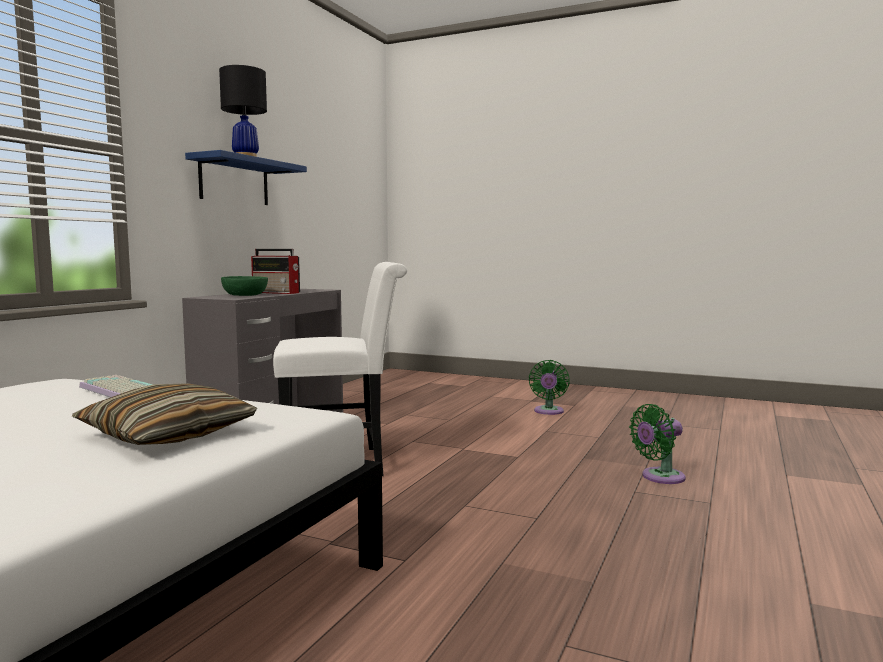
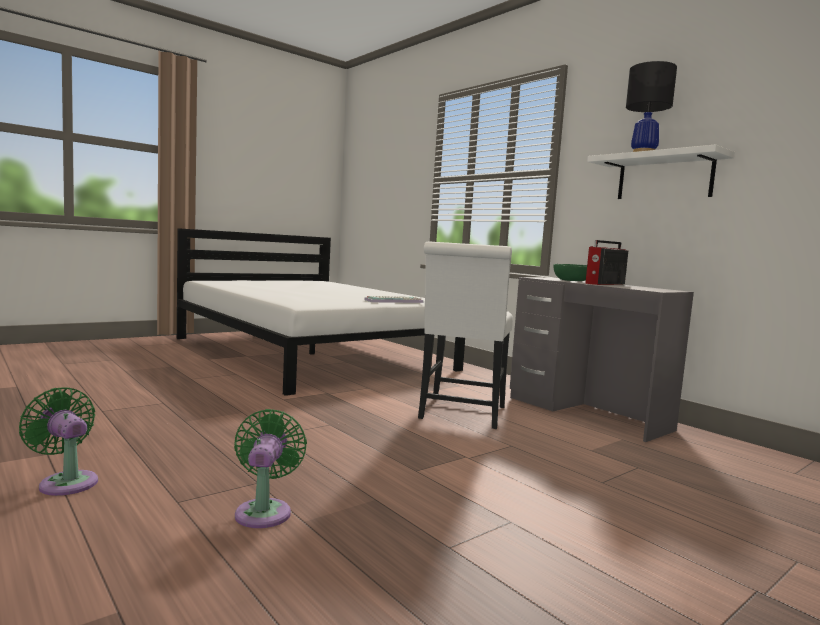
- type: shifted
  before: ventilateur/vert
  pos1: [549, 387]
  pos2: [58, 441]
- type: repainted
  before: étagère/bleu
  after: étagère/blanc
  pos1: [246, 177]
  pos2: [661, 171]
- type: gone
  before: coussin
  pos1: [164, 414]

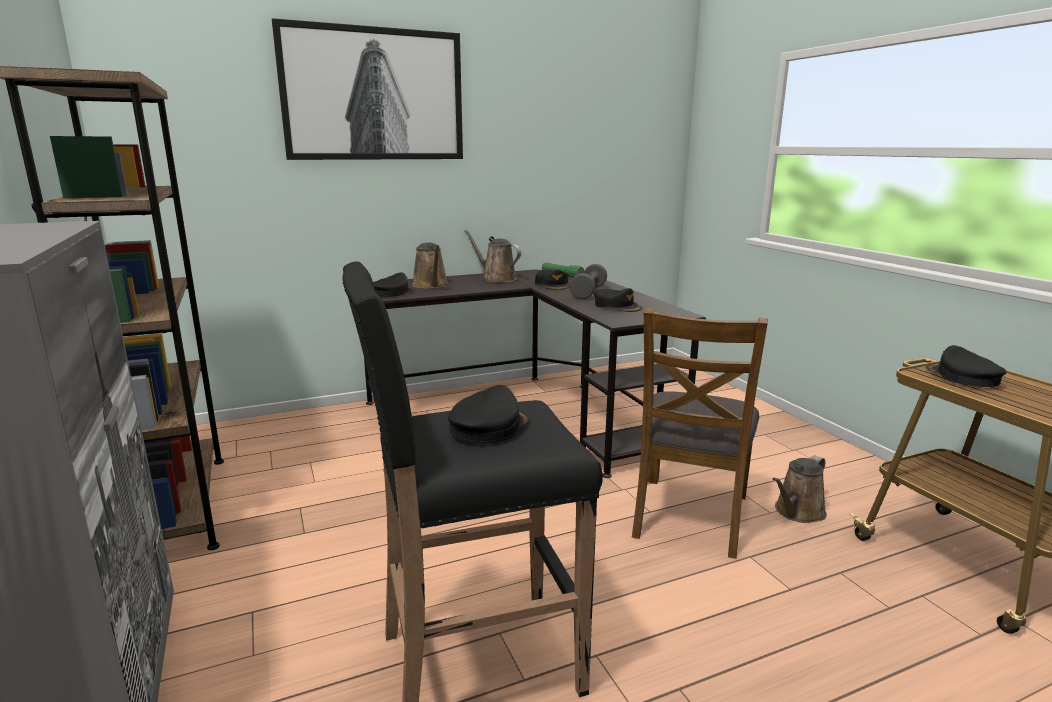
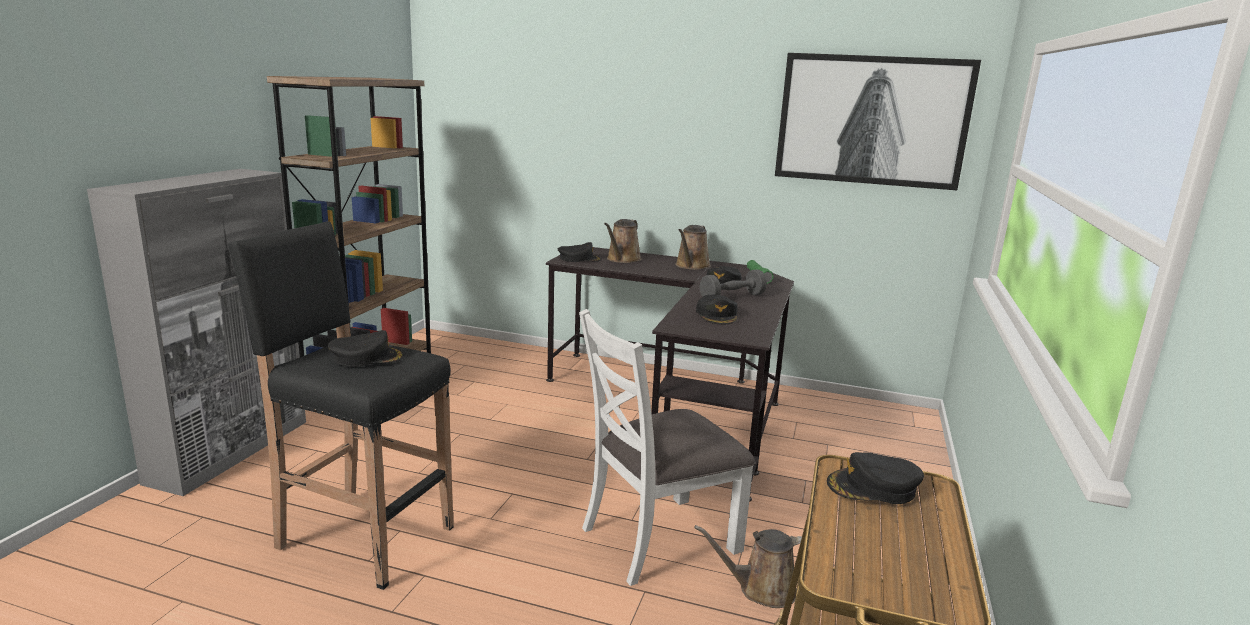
- type: repainted
  before: chaise/marron
  after: chaise/blanc
  pos1: [700, 433]
  pos2: [667, 447]
- type: rotated
  before: arrosoir/marron
  pos1: [492, 255]
  pos2: [693, 247]
  turn: -150
- type: shifted
  before: tableau
  pos1: [367, 89]
  pos2: [878, 121]
- type: rotated
  before: casquette/noir
  pos1: [966, 366]
  pos2: [875, 478]
  turn: -120

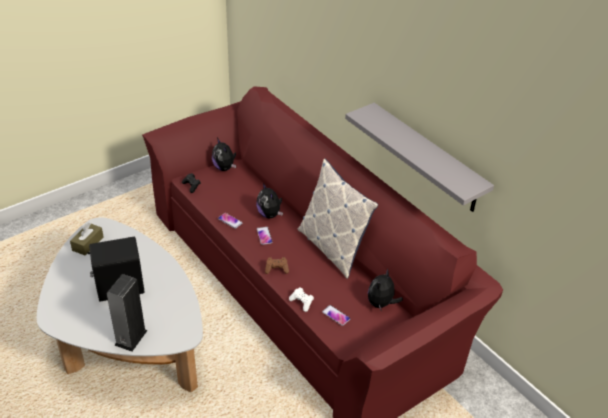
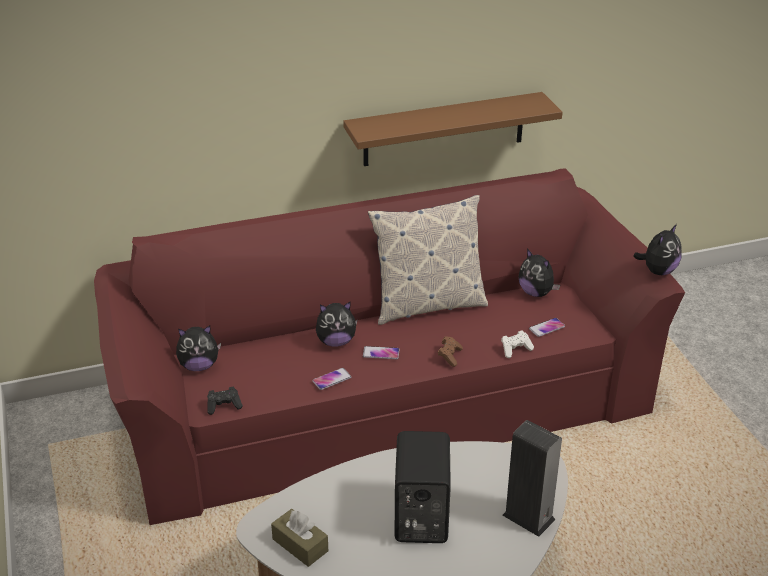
- type: repainted
  before: étagère/gris
  after: étagère/marron
  pos1: [419, 157]
  pos2: [453, 129]
- type: new
  after: peluche
  pos2: [657, 249]

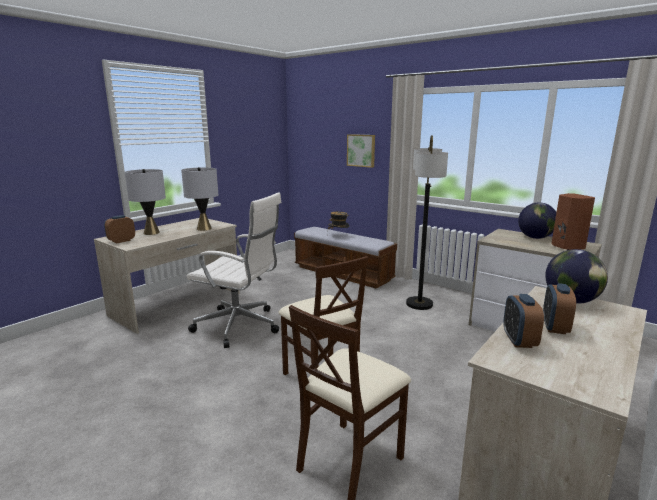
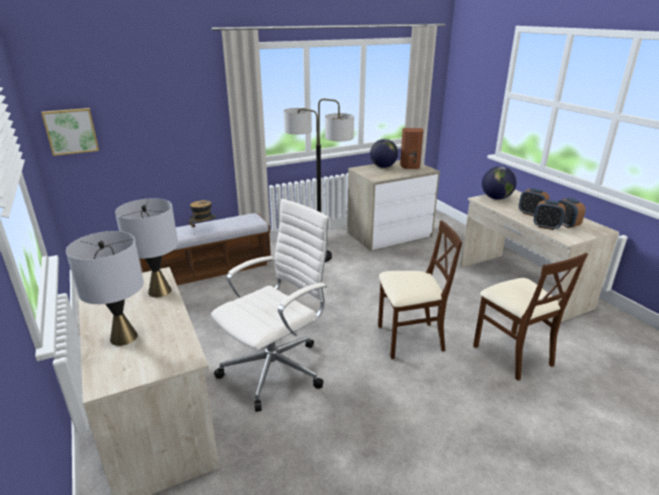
- type: shifted
  before: tableau
  pos1: [361, 151]
  pos2: [70, 132]
- type: shifted
  before: réveil
  pos1: [119, 229]
  pos2: [571, 212]

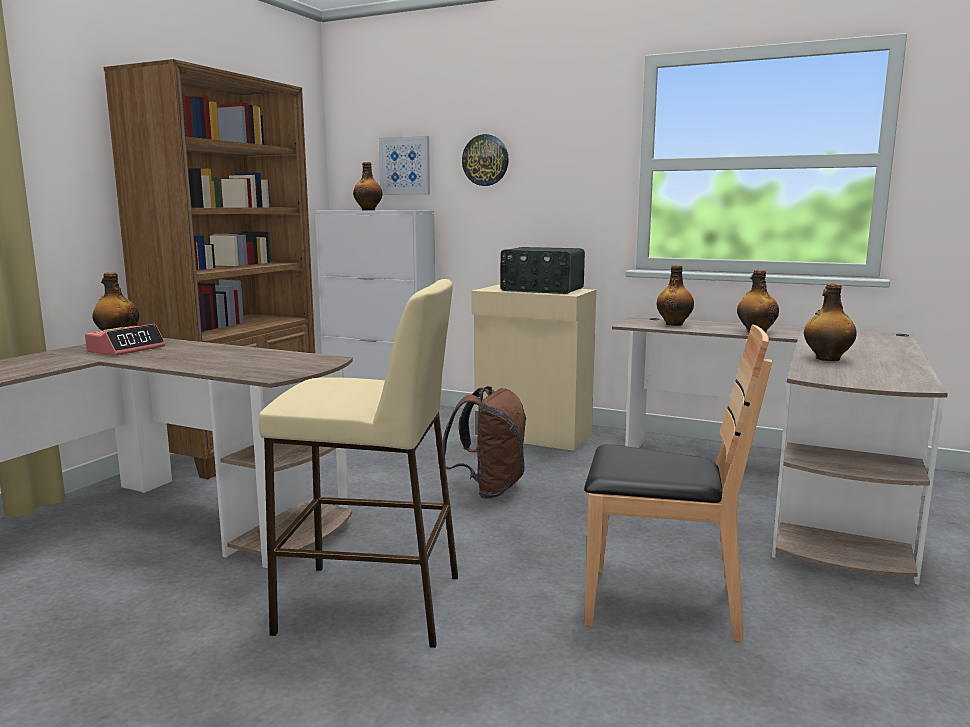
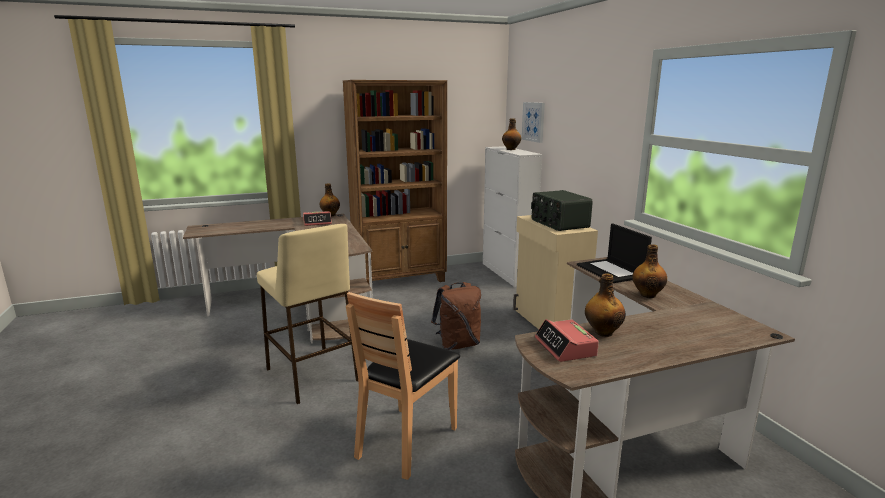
- type: rotated
  before: chaise/marron
  pos1: [678, 483]
  pos2: [403, 386]
  turn: 60
- type: new
  after: réveil
  pos2: [567, 340]
- type: swapped
  before: bouteille
  after: ordinateur portable
  pos1: [675, 295]
  pos2: [614, 253]
- type: gone
  before: horloge murale
  pos1: [485, 160]

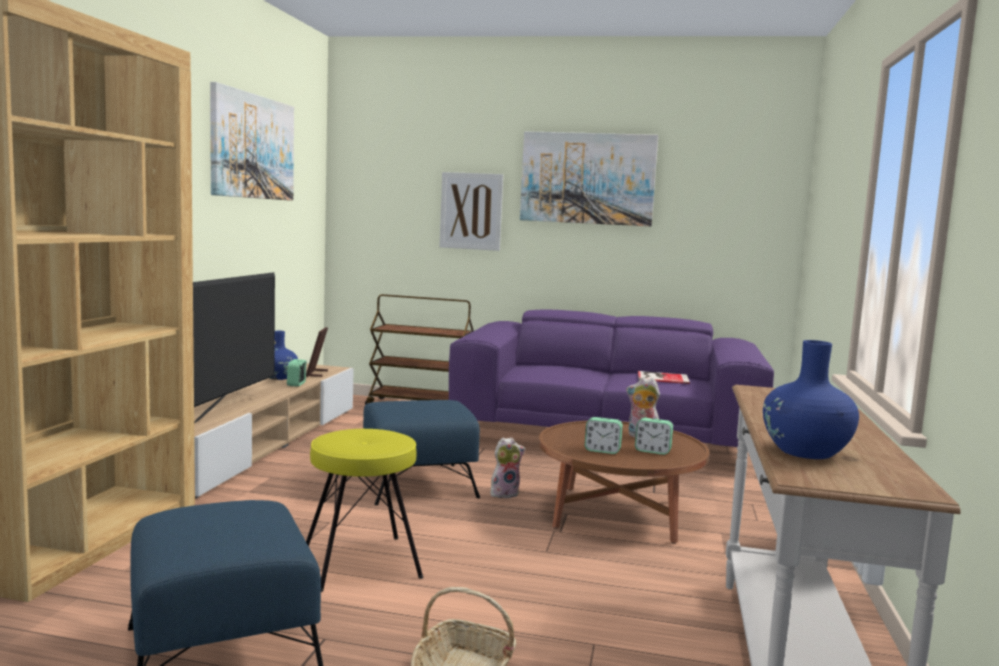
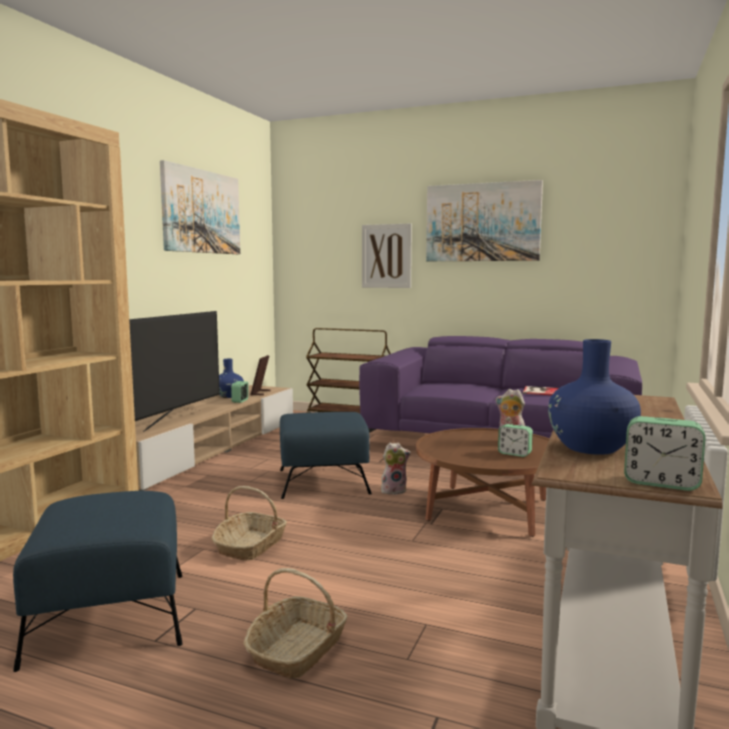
- type: swapped
  before: tabouret/jaune
  after: panier
  pos1: [364, 510]
  pos2: [249, 523]
- type: shifted
  before: réveil
  pos1: [604, 435]
  pos2: [664, 453]

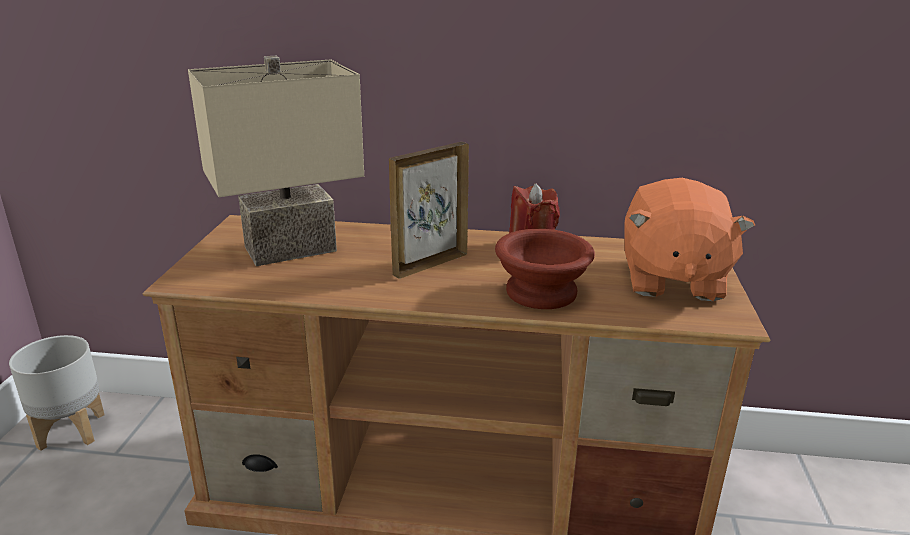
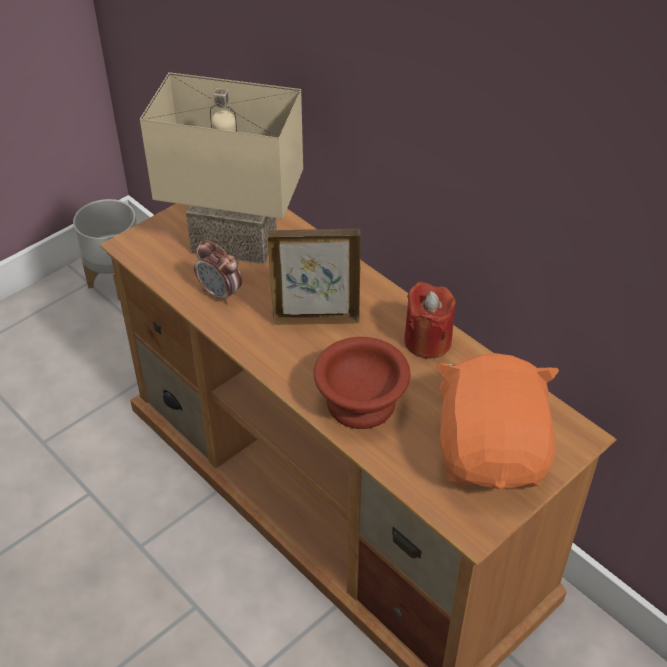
- type: new
  after: réveil
  pos2: [218, 272]
- type: rotated
  before: peluche/orange
  pos1: [690, 239]
  pos2: [497, 421]
  turn: 135

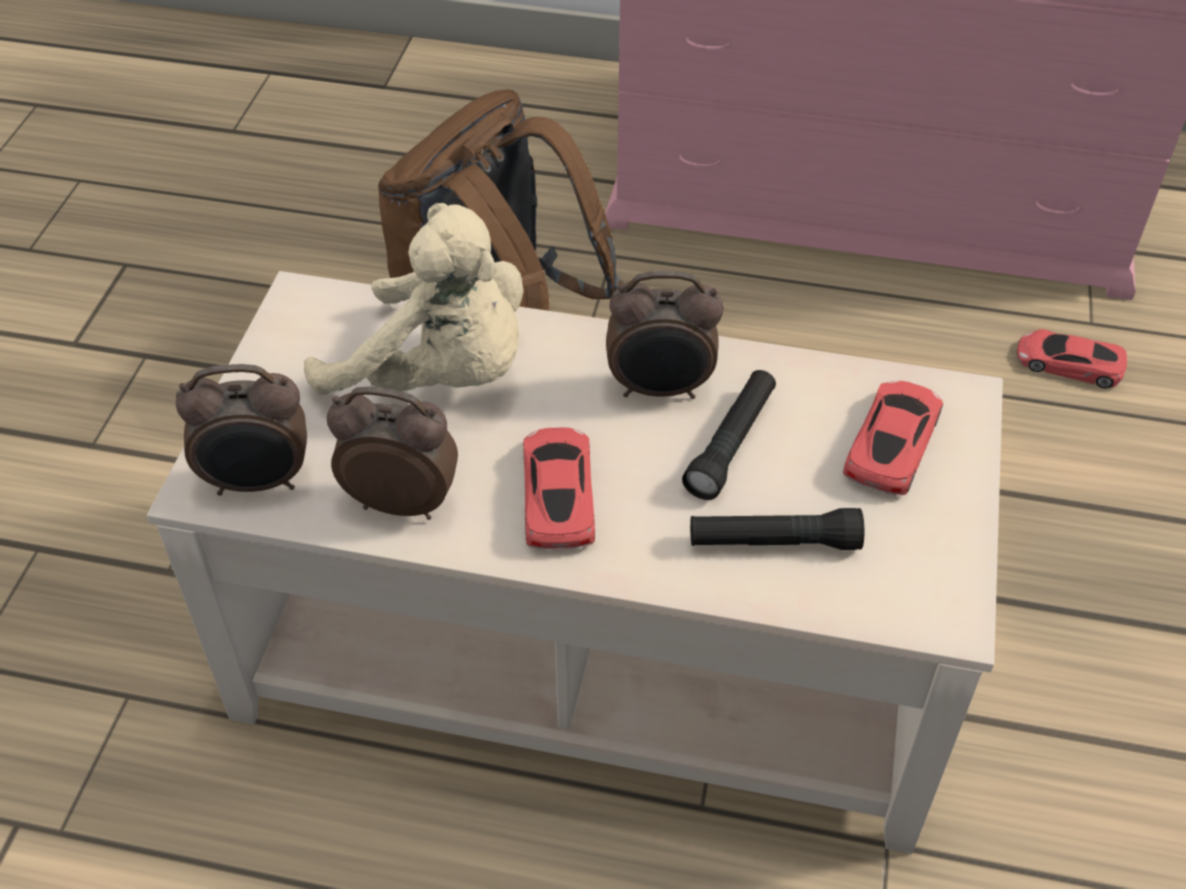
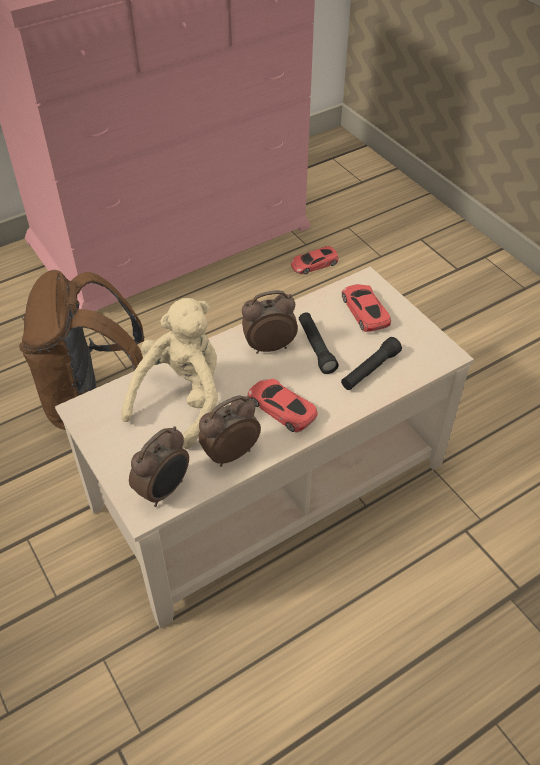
- type: rotated
  before: peluche/beige
  pos1: [414, 299]
  pos2: [170, 373]
  turn: -45
- type: rotated
  before: réveil
  pos1: [665, 335]
  pos2: [270, 322]
  turn: -150

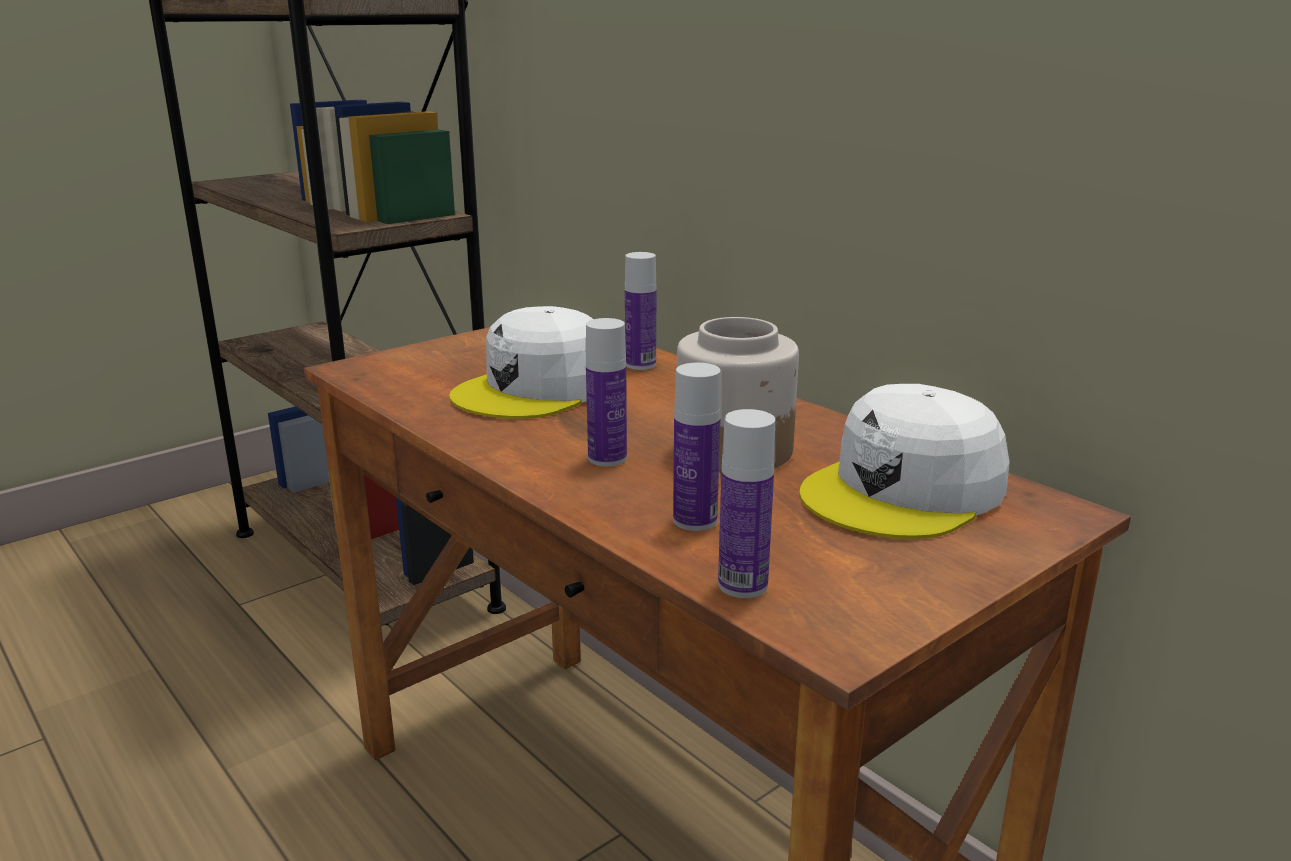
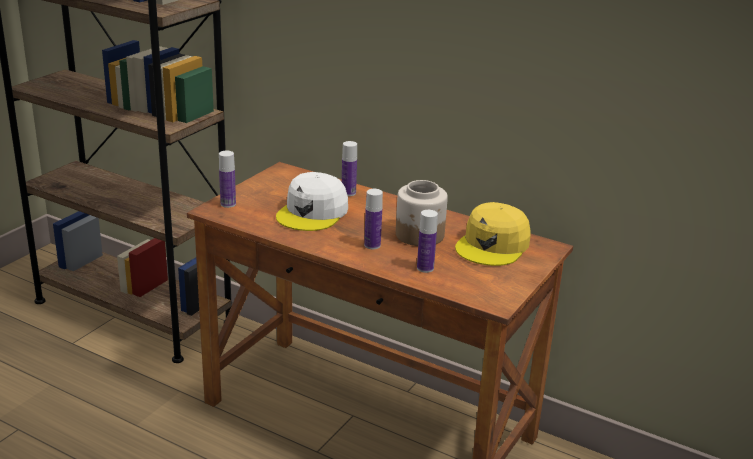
- type: shifted
  before: bouteille
  pos1: [746, 503]
  pos2: [227, 179]
- type: repainted
  before: casquette/blanc
  after: casquette/jaune
  pos1: [904, 461]
  pos2: [493, 234]

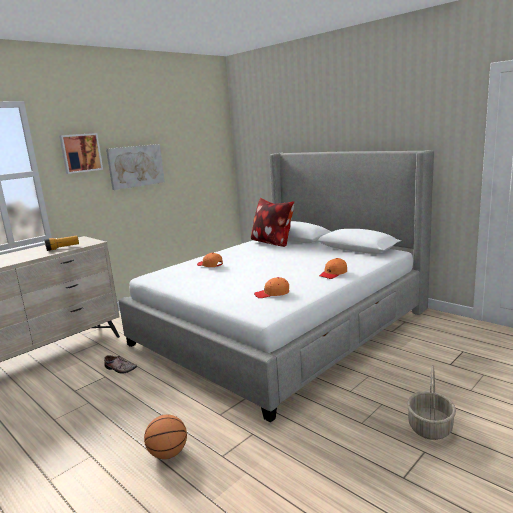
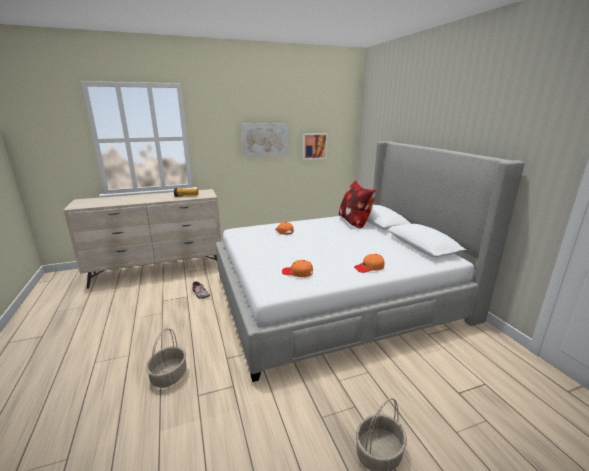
- type: swapped
  before: ballon de basket
  after: panier
  pos1: [165, 437]
  pos2: [166, 358]
- type: shifted
  before: tableau
  pos1: [81, 153]
  pos2: [315, 146]

